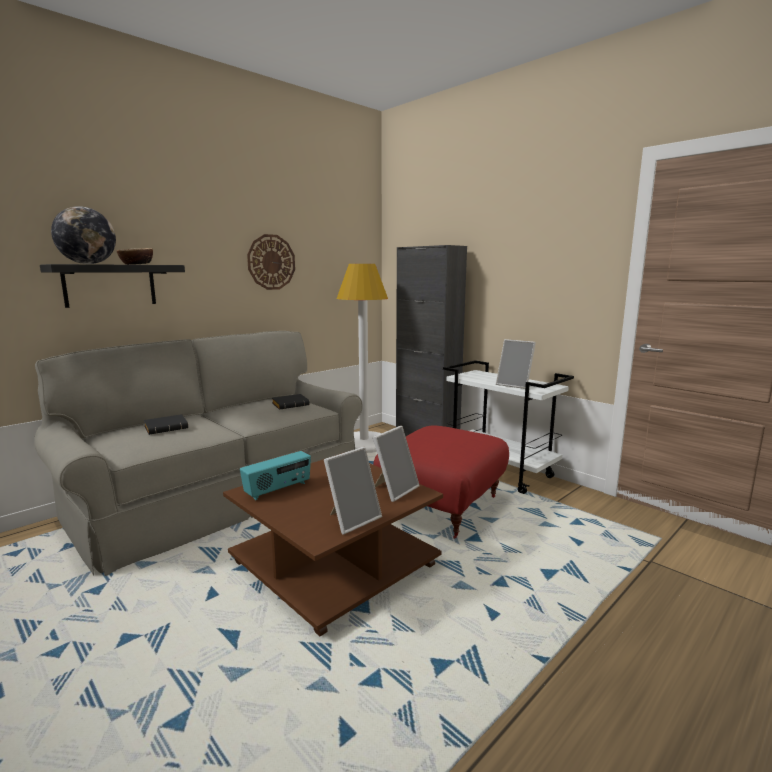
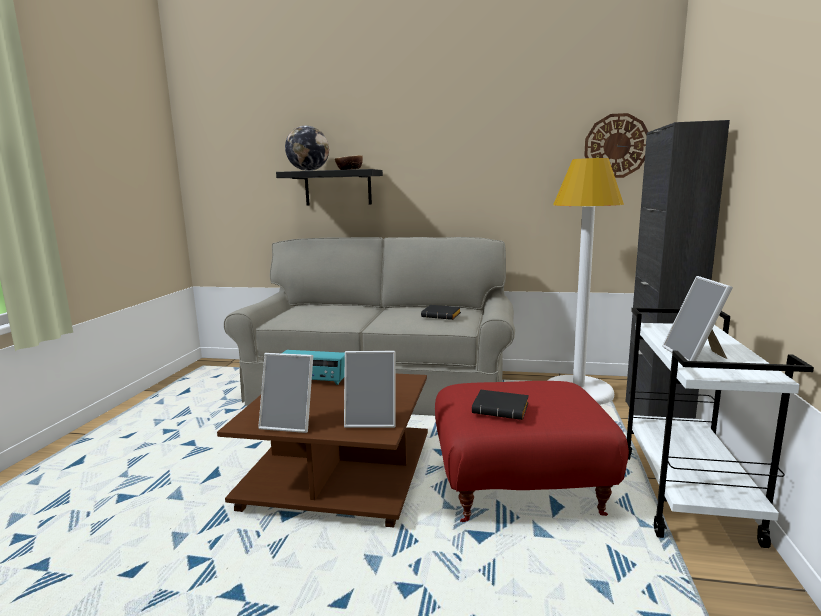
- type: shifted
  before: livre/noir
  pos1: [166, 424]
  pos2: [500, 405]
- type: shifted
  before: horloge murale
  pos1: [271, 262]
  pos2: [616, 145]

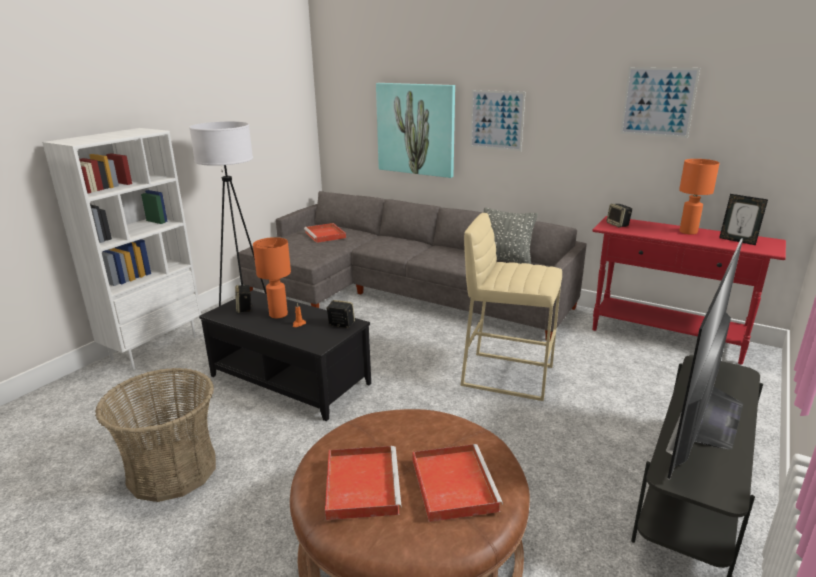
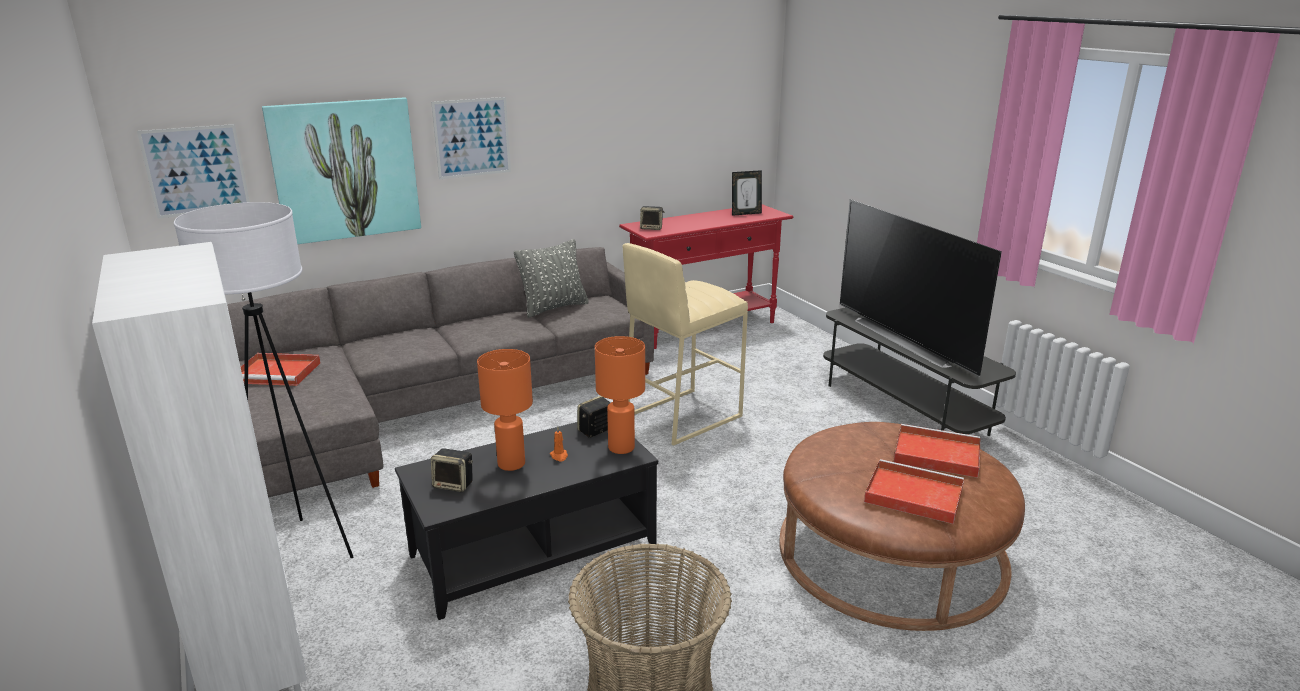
- type: shifted
  before: tableau
  pos1: [660, 102]
  pos2: [193, 171]
- type: shifted
  before: lampe de table/orange
  pos1: [699, 197]
  pos2: [620, 395]

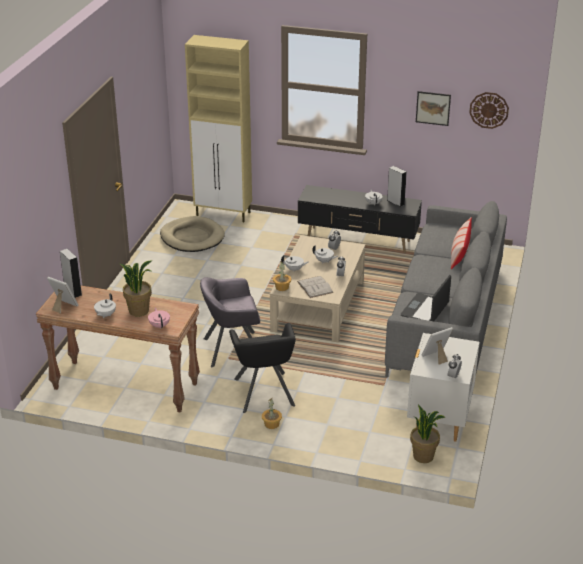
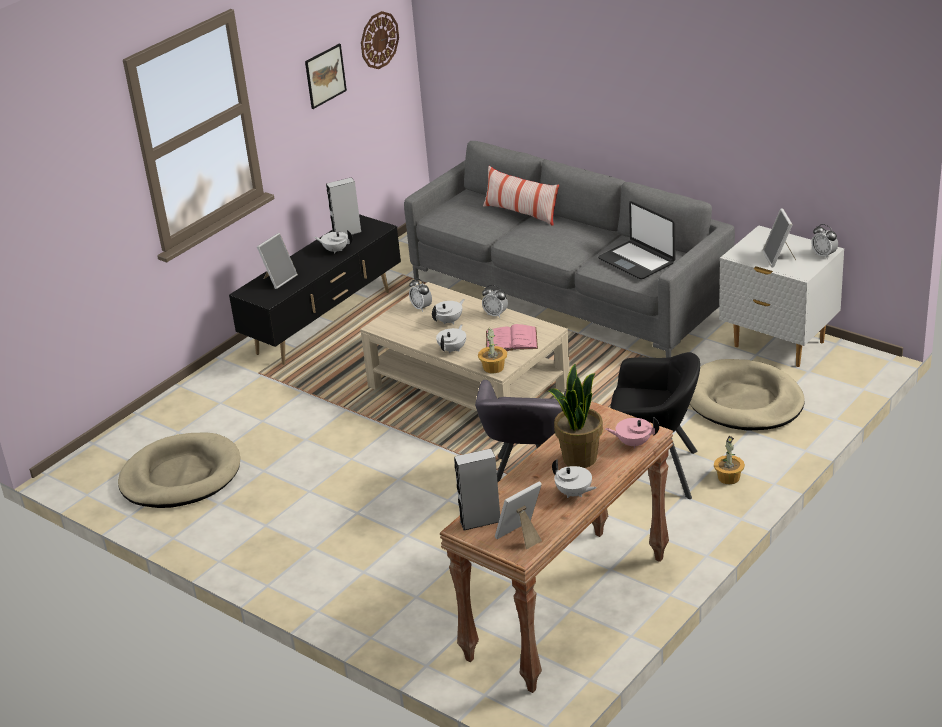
- type: new
  after: cadre photo
  pos2: [277, 261]
- type: repainted
  before: livre/blanc
  after: livre/rose
  pos1: [315, 287]
  pos2: [512, 337]
- type: new
  after: panier pour chien/beige
  pos2: [747, 395]
- type: gone
  before: meuble de rangement/beige
  pos1: [218, 128]
- type: gone
  before: plante en pot
  pos1: [427, 434]

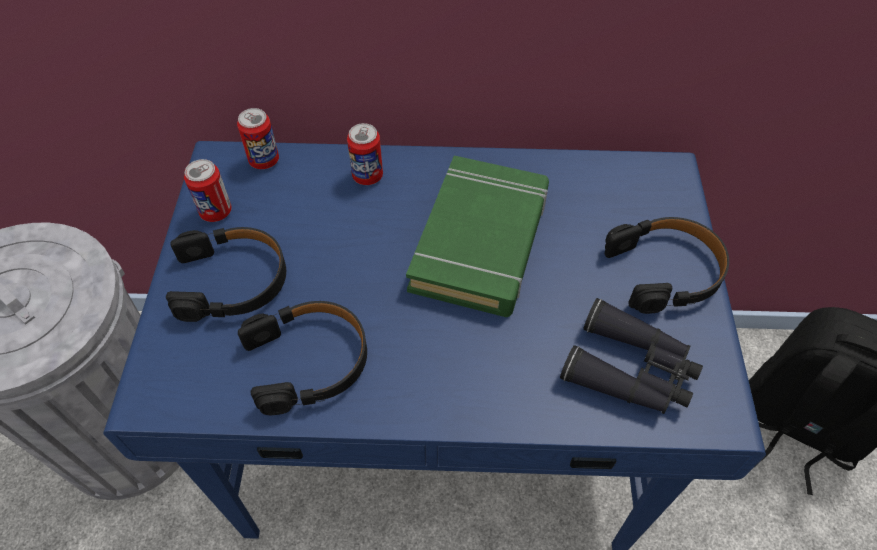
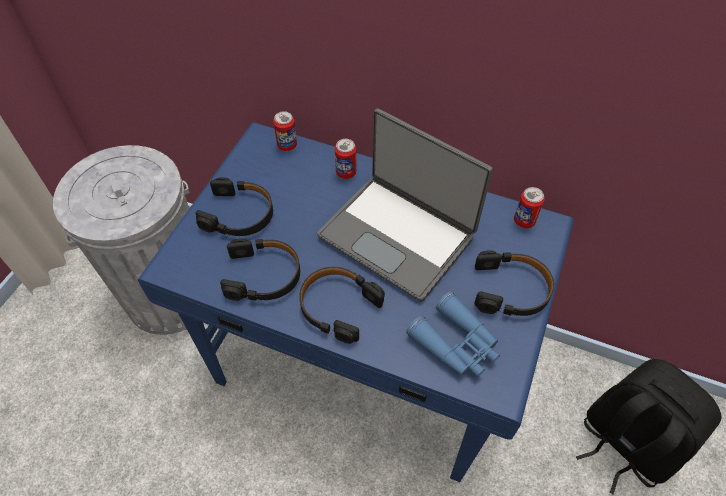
- type: new
  after: casque audio/noir
  pos2: [342, 305]
- type: swapped
  before: livre/vert
  after: ordinateur portable
  pos1: [477, 236]
  pos2: [405, 205]
- type: repainted
  before: jumelles/noir
  after: jumelles/bleu
  pos1: [631, 356]
  pos2: [453, 334]
- type: shifted
  before: boîte métallique
  pos1: [208, 190]
  pos2: [529, 207]

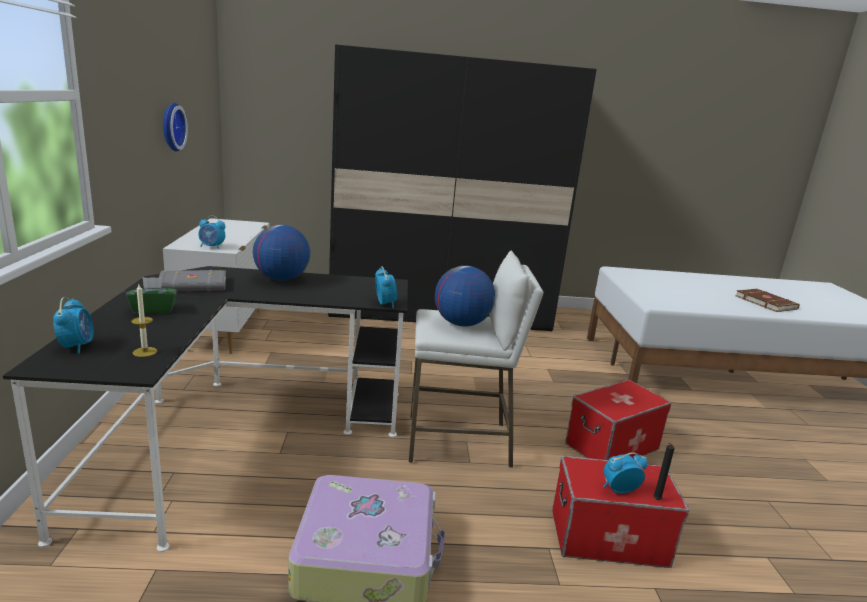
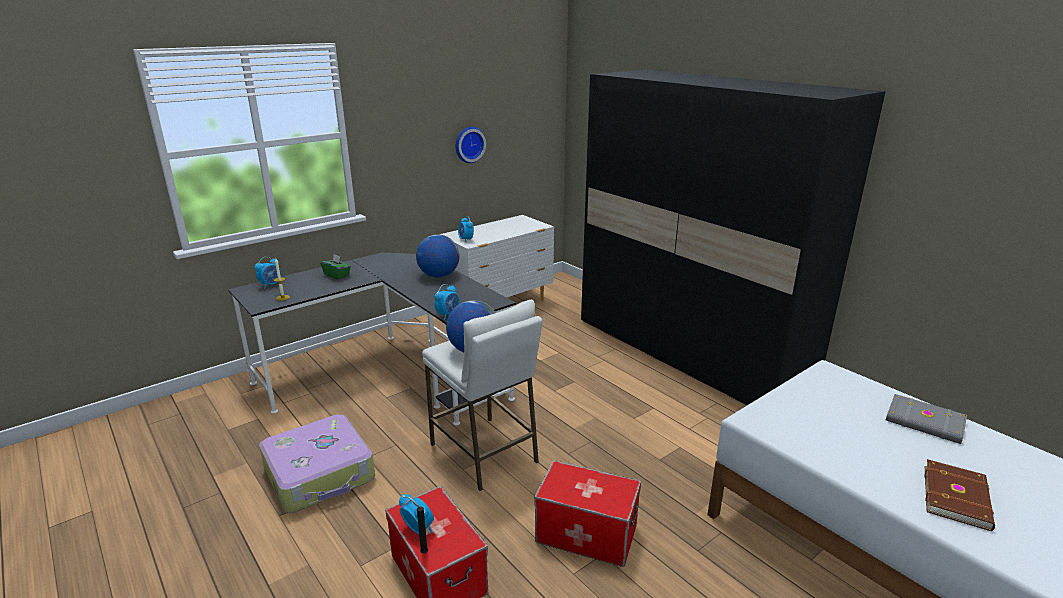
- type: shifted
  before: livre/gris
  pos1: [192, 280]
  pos2: [926, 419]

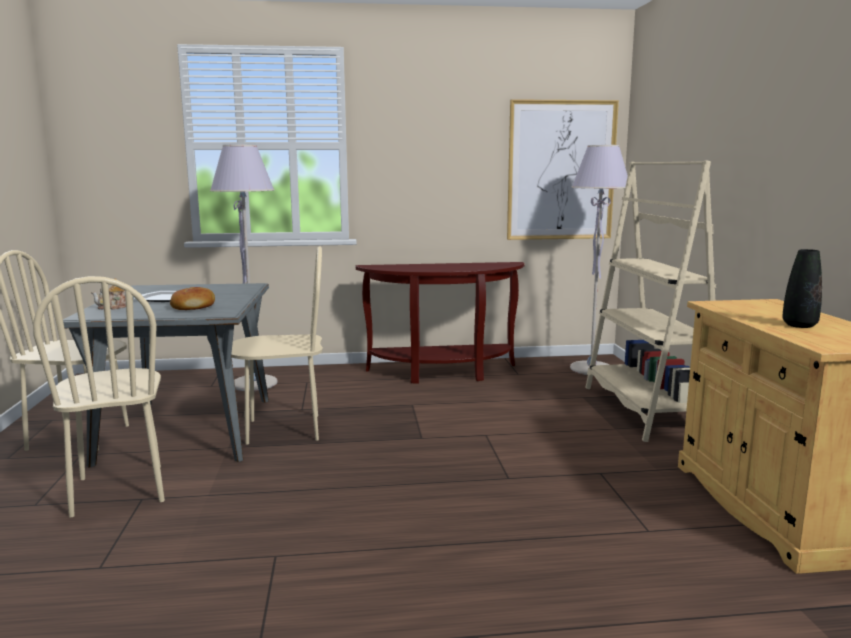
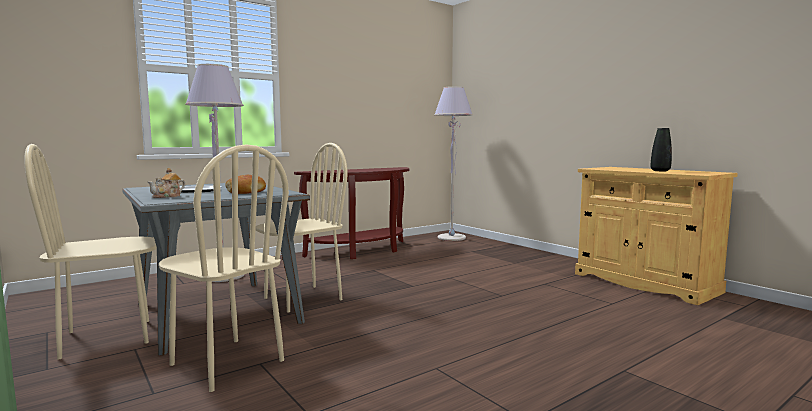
- type: gone
  before: tableau
  pos1: [563, 169]
- type: gone
  before: bibliothèque/beige
  pos1: [650, 301]

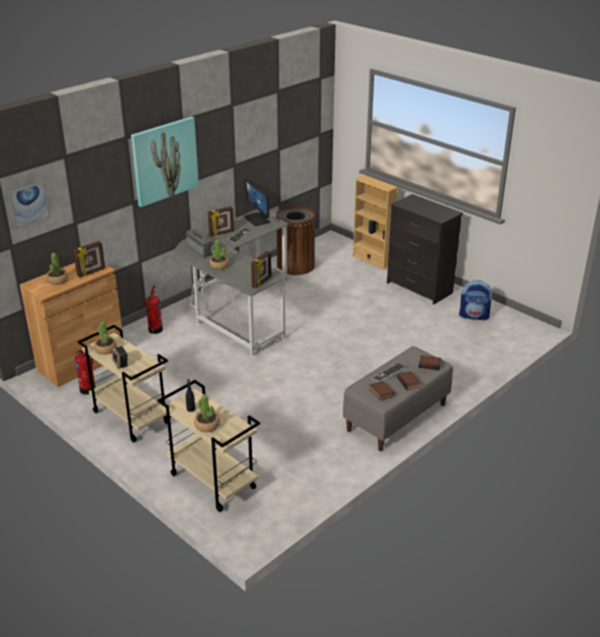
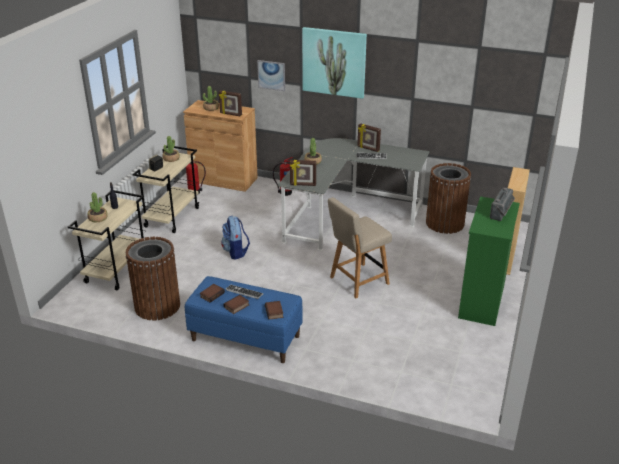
- type: new
  after: poubelle/marron
  pos2: [153, 278]
- type: repainted
  before: banc/gris
  after: banc/bleu
  pos1: [398, 398]
  pos2: [244, 319]
- type: shifted
  before: sac à dos
  pos1: [476, 300]
  pos2: [235, 238]
- type: shifted
  before: tableau
  pos1: [29, 205]
  pos2: [271, 75]
- type: new
  after: chaise/beige
  pos2: [360, 247]
- type: repainted
  before: commode/noir
  after: commode/vert
  pos1: [425, 249]
  pos2: [489, 261]
- type: shifted
  before: radio
  pos1: [200, 243]
  pos2: [502, 204]
- type: gone
  before: écran d'ordinateur
  pos1: [257, 202]

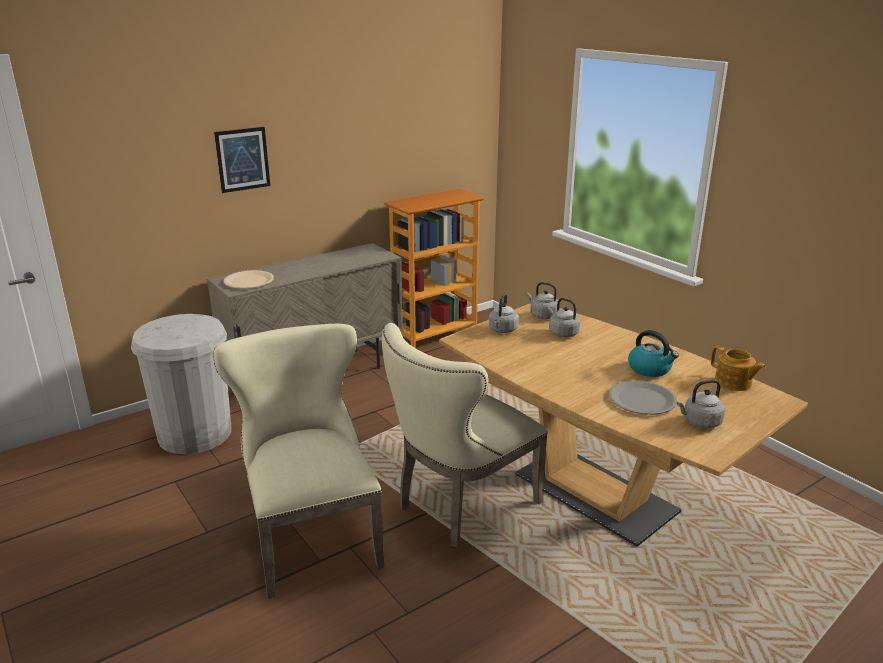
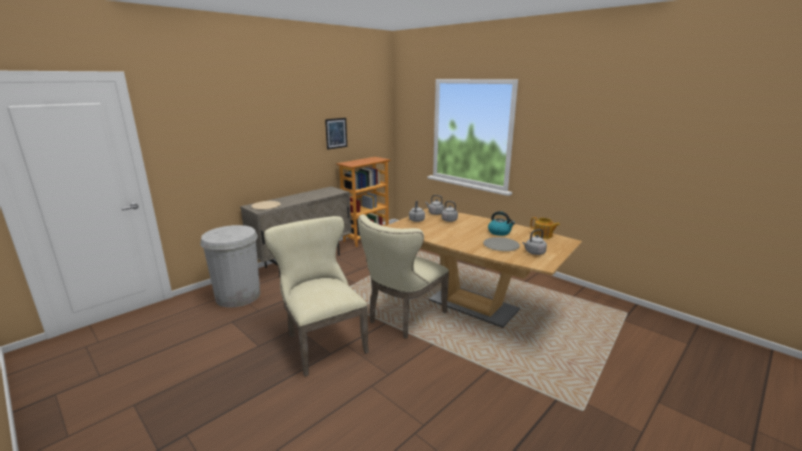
- type: shifted
  before: tableau
  pos1: [242, 160]
  pos2: [336, 134]

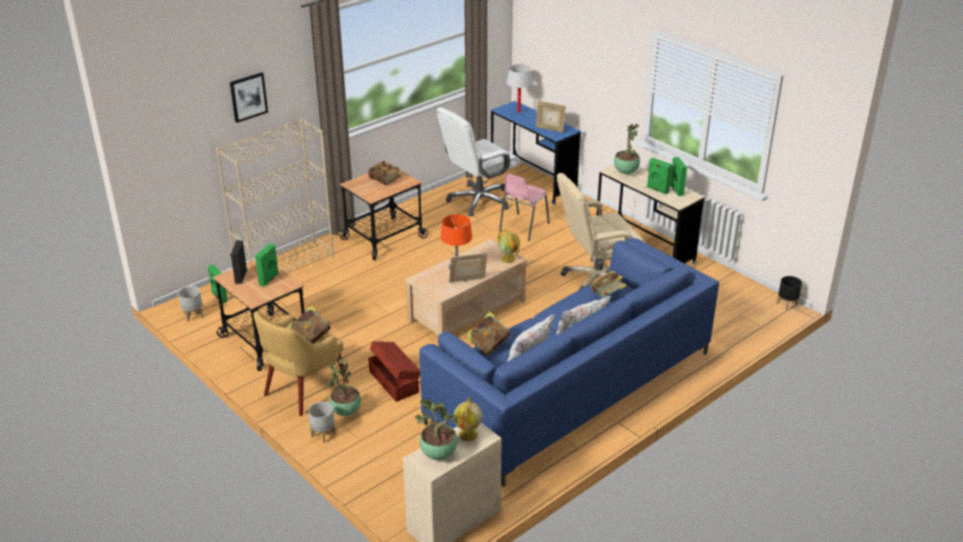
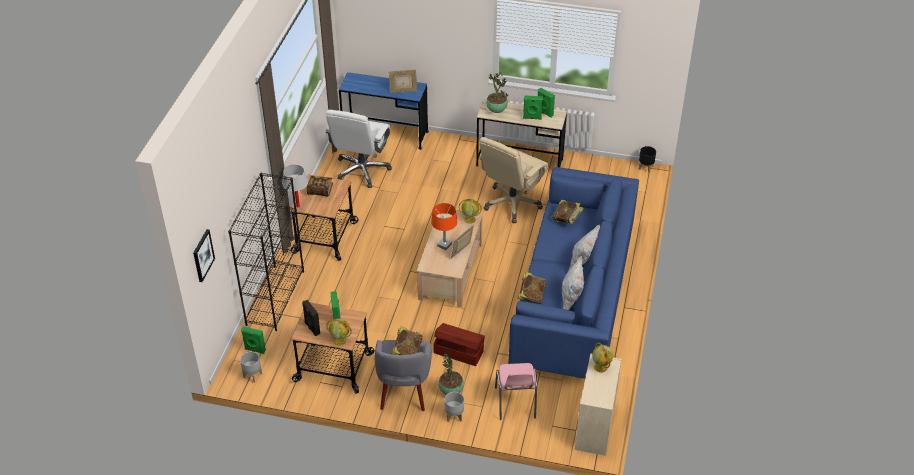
- type: shifted
  before: tableau
  pos1: [249, 97]
  pos2: [204, 255]
- type: repainted
  before: bibliothèque/beige
  after: bibliothèque/noir
  pos1: [275, 195]
  pos2: [266, 251]
- type: shifted
  before: lampe de table/blanc
  pos1: [520, 88]
  pos2: [295, 186]
- type: new
  after: globe
  pos2: [339, 332]
- type: repainted
  before: fauteuil/jaune
  after: fauteuil/gris
  pos1: [301, 363]
  pos2: [403, 375]
- type: shifted
  before: chaise/rose
  pos1: [524, 207]
  pos2: [516, 391]
- type: gone
  before: plante en pot
  pos1: [437, 429]

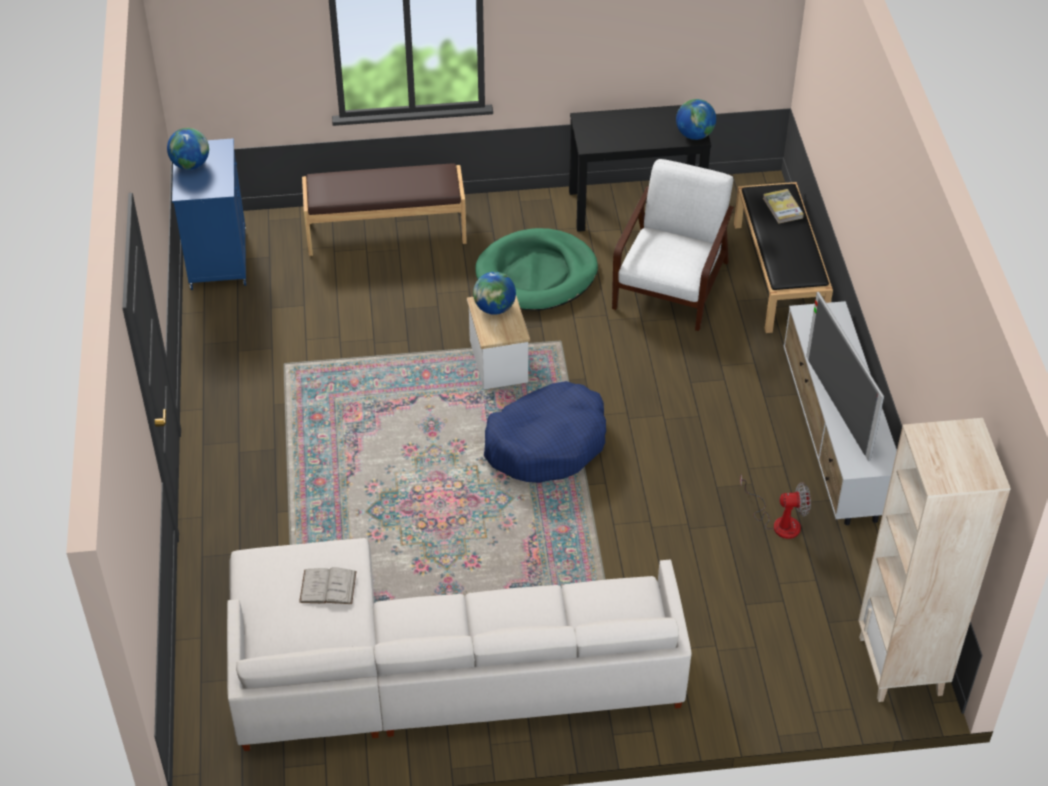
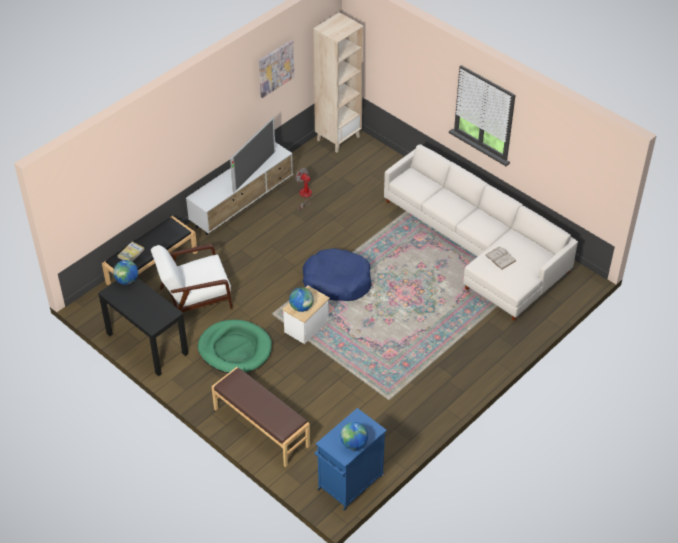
- type: new
  after: tableau
  pos2: [277, 69]

